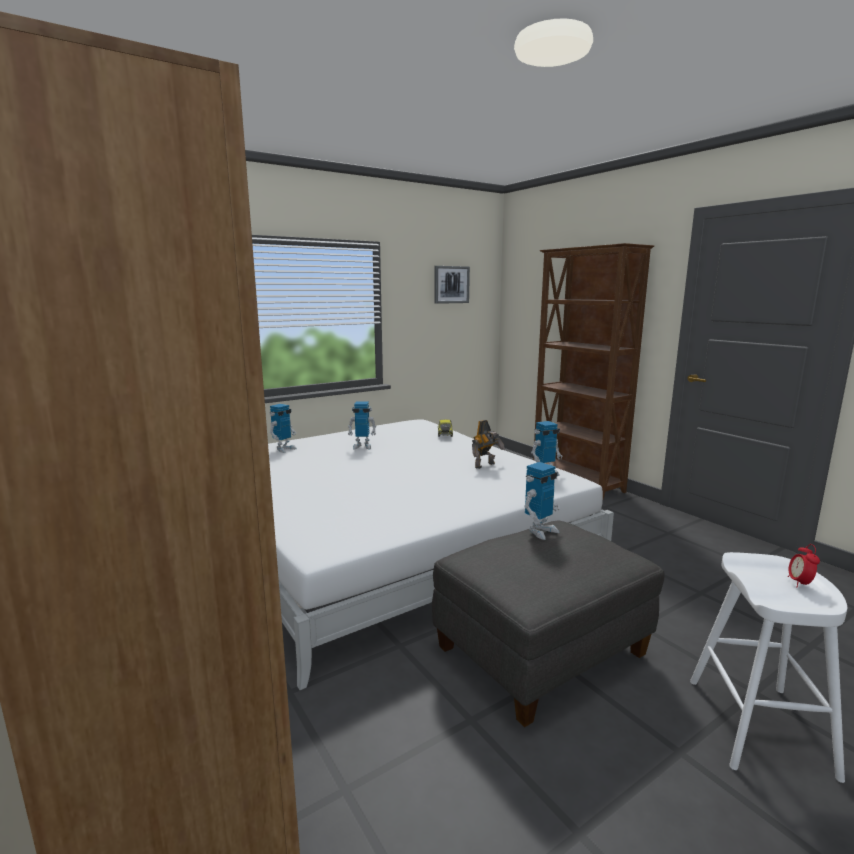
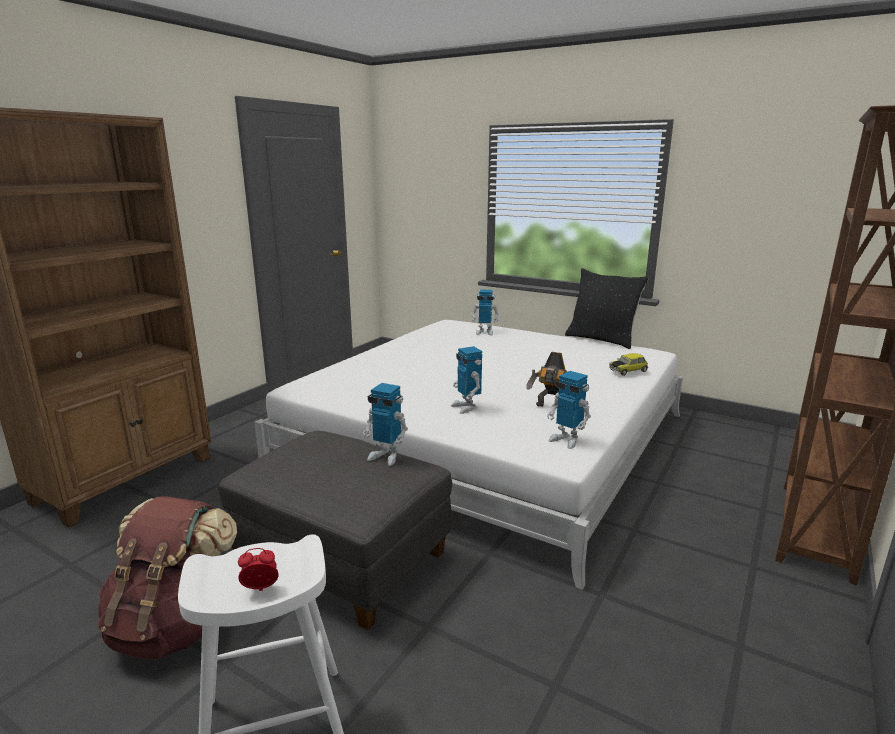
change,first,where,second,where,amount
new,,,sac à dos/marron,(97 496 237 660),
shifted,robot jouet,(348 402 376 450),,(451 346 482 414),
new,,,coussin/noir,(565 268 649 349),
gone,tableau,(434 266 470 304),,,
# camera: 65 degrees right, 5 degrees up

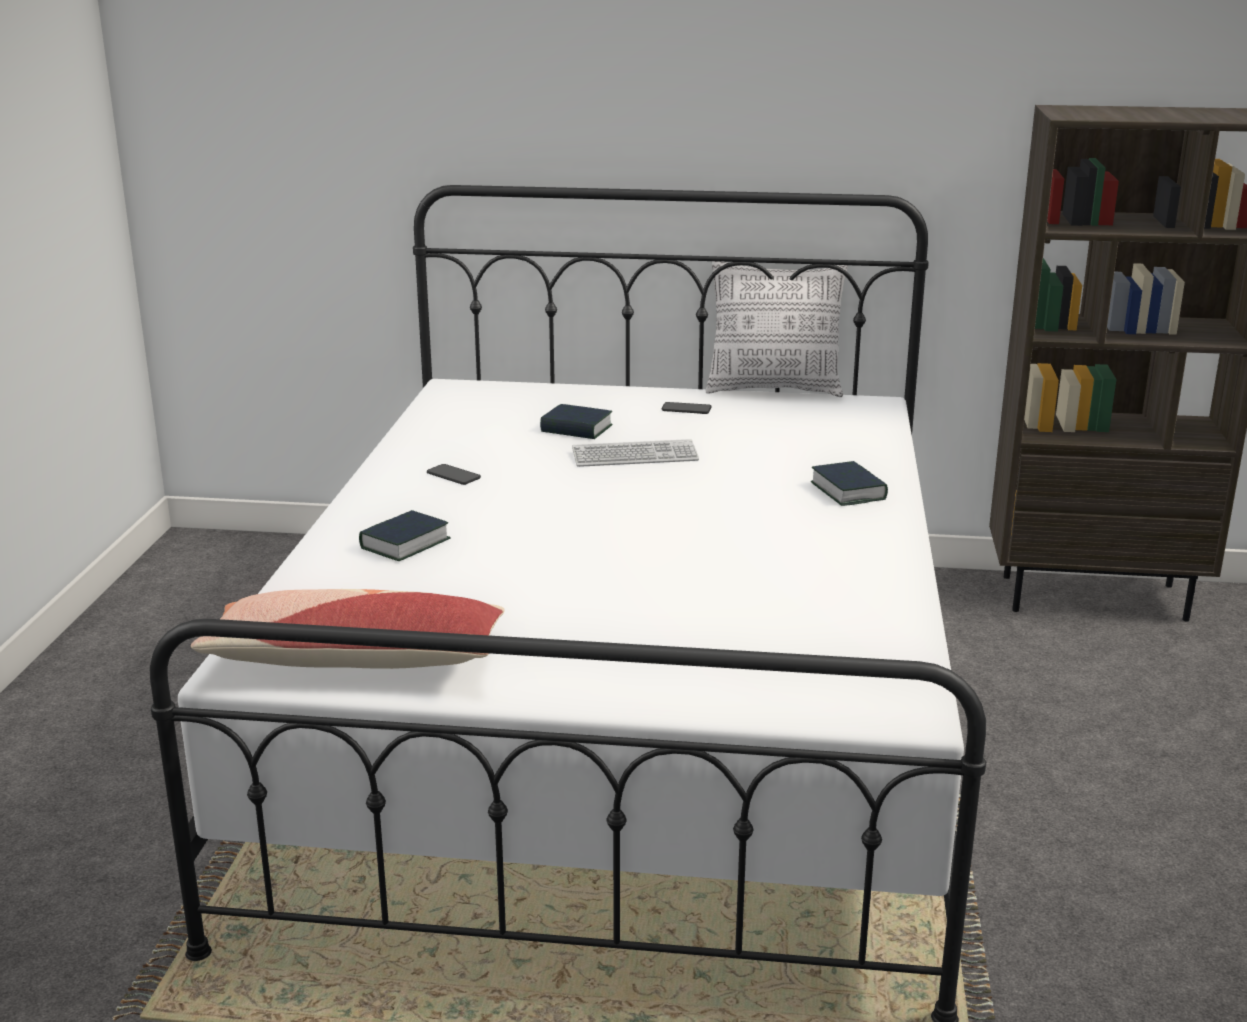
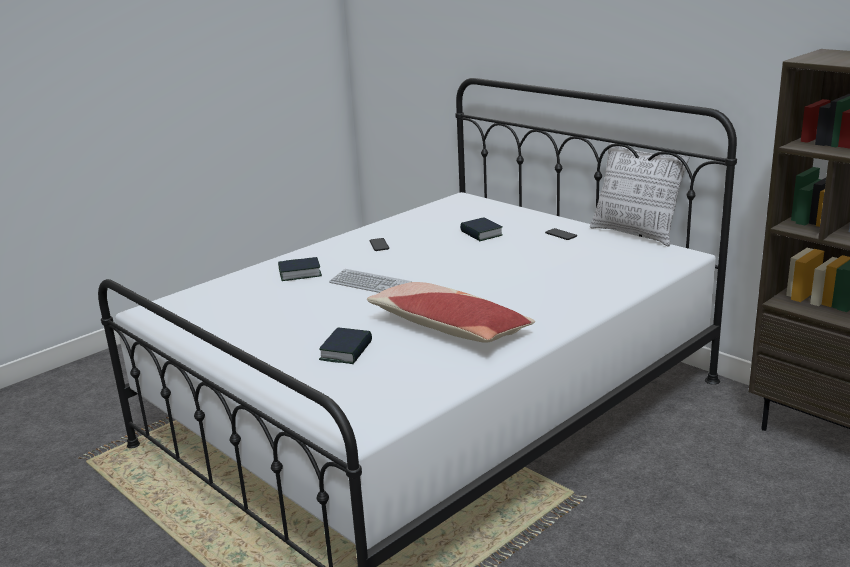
change,first,where,second,where,amount
shifted,livre,(811 461 888 506),,(319 328 372 364),
shifted,clavier,(572 439 699 467),,(329 269 412 293),
shifted,coussin,(191 589 505 669),,(367 282 535 343),
# camera: 40 degrees right, 0 degrees up

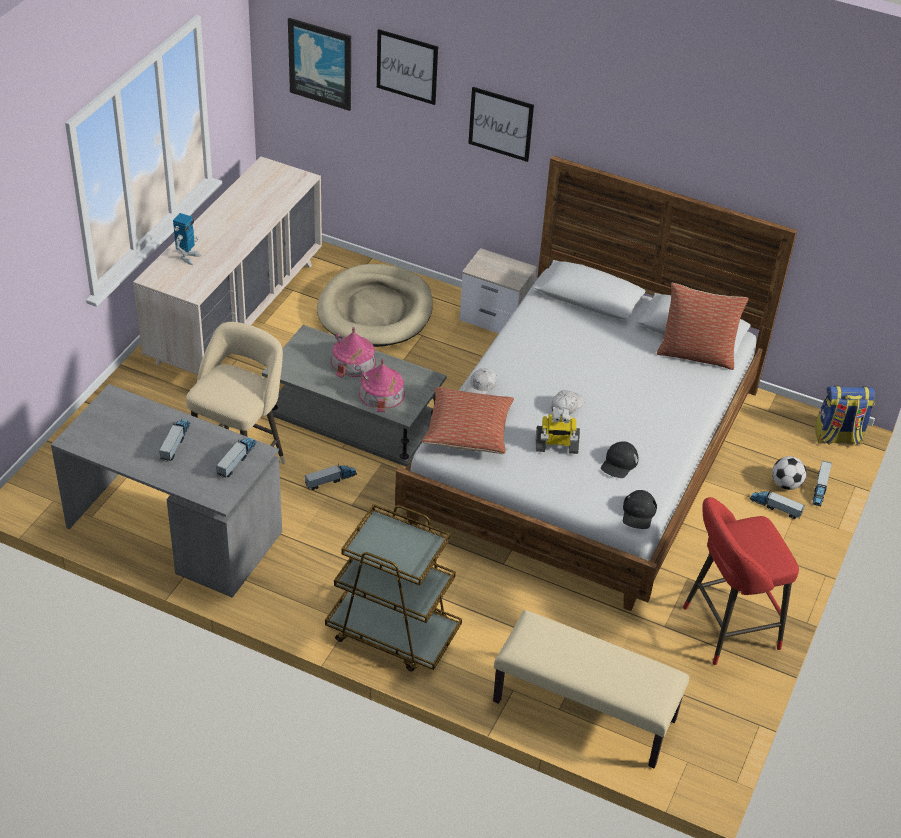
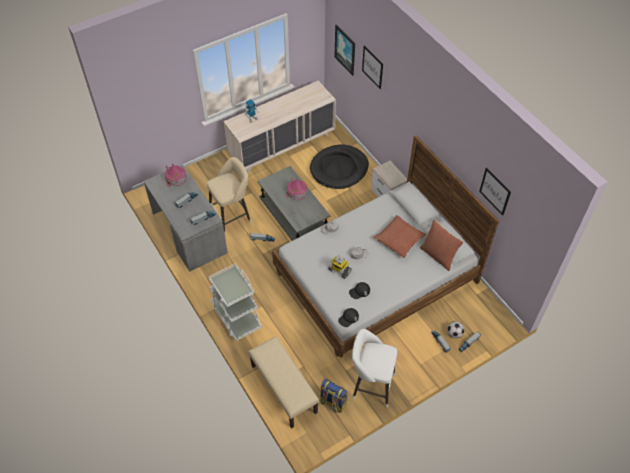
change,first,where,second,where,amount
shifted,maison miniature,(359 359 405 412),,(165 163 187 187),
repainted,chariot/marron,(325 504 462 671),chariot/blanc,(209 264 262 341),
repainted,panier pour chien/beige,(317 264 433 347),panier pour chien/noir,(310 145 369 189),
shifted,sac à dos,(815 386 876 446),,(320 379 348 413),
repainted,tabouret/rouge,(683 497 799 665),tabouret/blanc,(352 329 397 407),
shifted,coussin,(422 387 514 454),,(373 215 426 258),
shifted,tableau,(468 87 534 162),,(479 168 511 216),
# camera: 35 degrees right, 10 degrees up

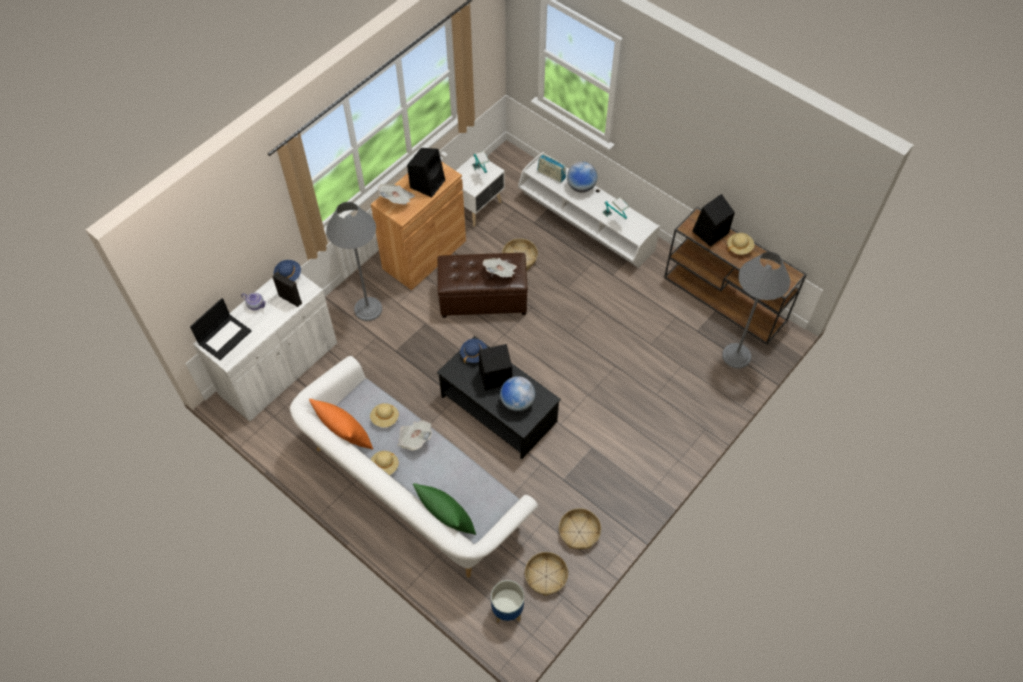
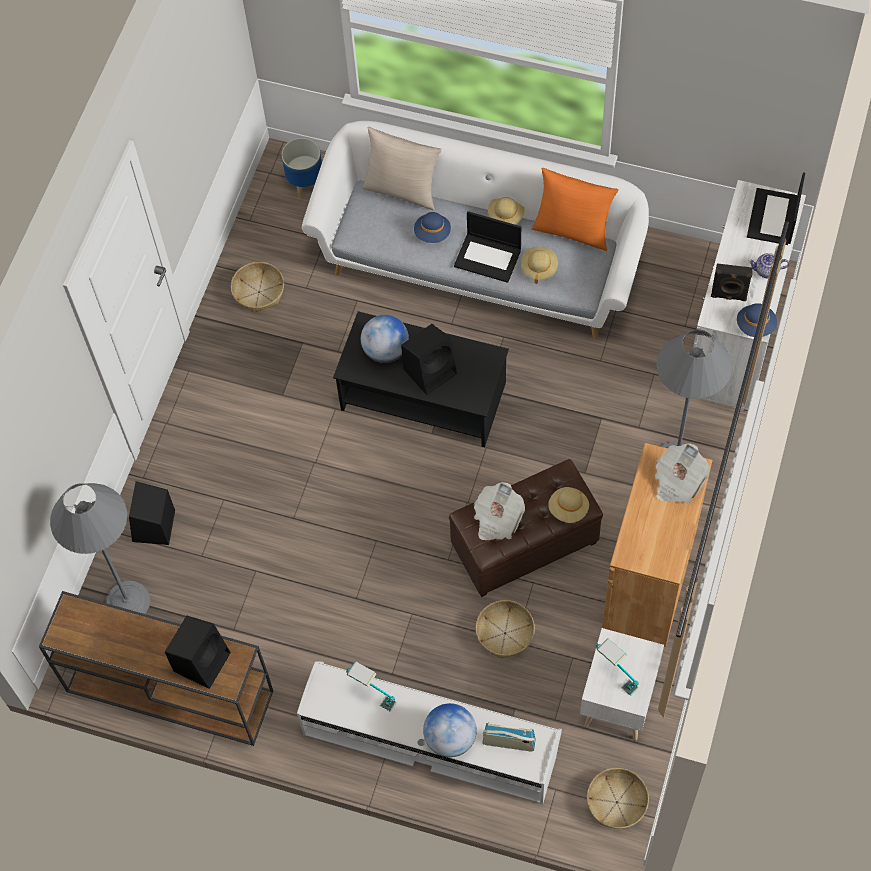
change,first,where,second,where,amount
shifted,enceinte/noir,(407 148 445 197),,(129 481 175 545),
repainted,coussin/vert,(413 483 476 535),coussin/beige,(362 127 442 211),
shifted,chapeau/bleu,(460 339 487 363),,(414 212 451 243),
swapped,journal,(397 420 432 450),ordinateur portable,(454 211 521 283),
shifted,chapeau/beige,(727 233 754 255),,(548 487 589 523),
shifted,panier,(525 552 568 596),,(587 768 649 829),
# camera: 160 degrees right, 5 degrees up

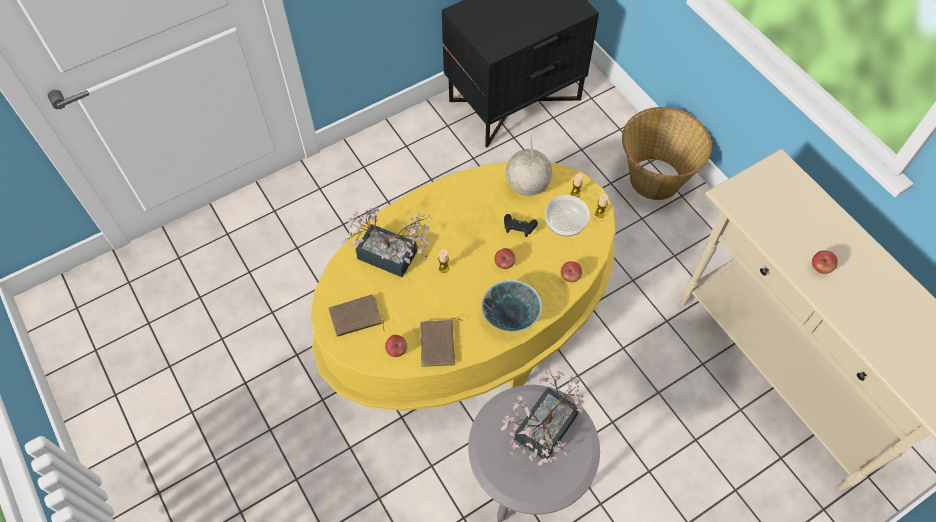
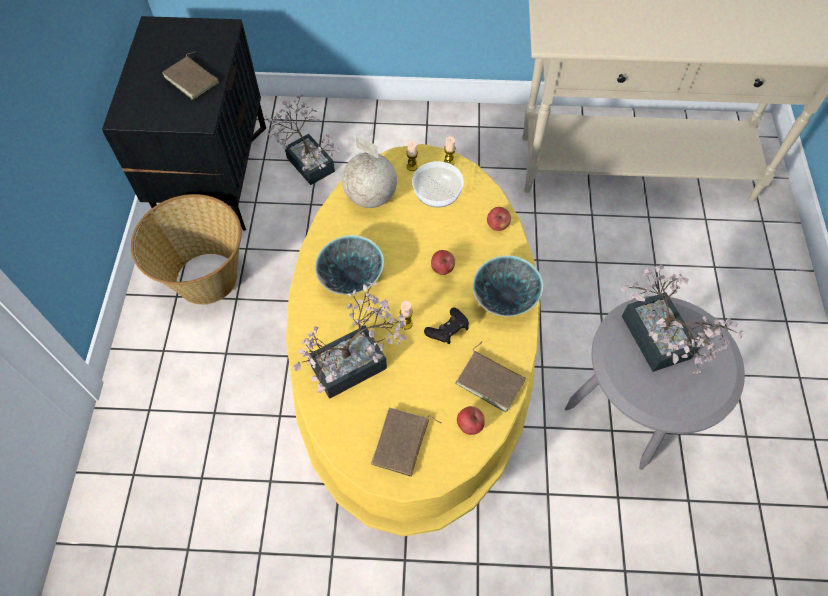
change,first,where,second,where,amount
shifted,panier,(622 107 712 200),,(131 194 242 305),
new,,,livre/marron,(162 51 219 100),
new,,,plante en pot,(264 95 341 185),
new,,,bol,(315 235 384 295),
shifted,manette/noir,(504 214 538 237),,(424 308 469 344),
gone,pomme,(812 250 837 274),,,
# camera: 55 degrees left, 0 degrees up

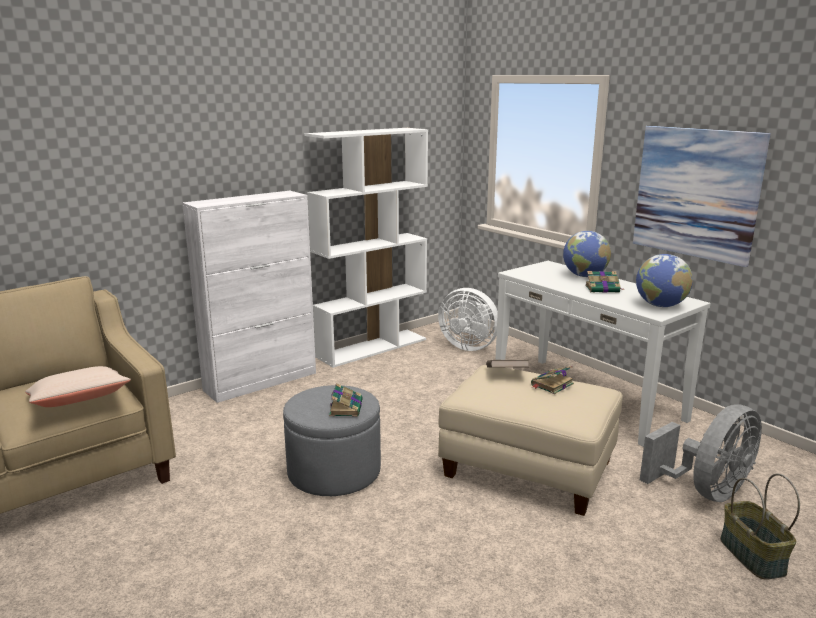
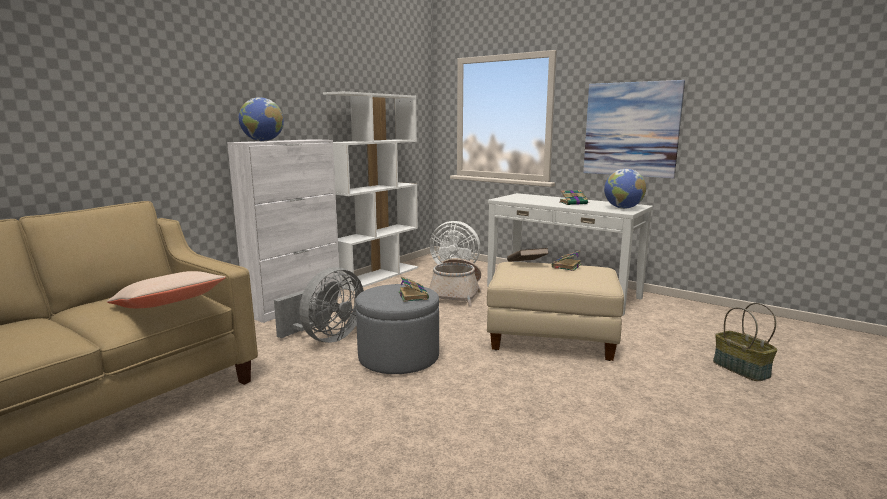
change,first,where,second,where,amount
shifted,globe,(563 231 611 277),,(239 97 284 141),
shifted,ventilateur/gris,(640 404 762 502),,(274 267 364 343),
new,,,panier,(429 258 481 306),
# camera: 15 degrees left, 5 degrees down

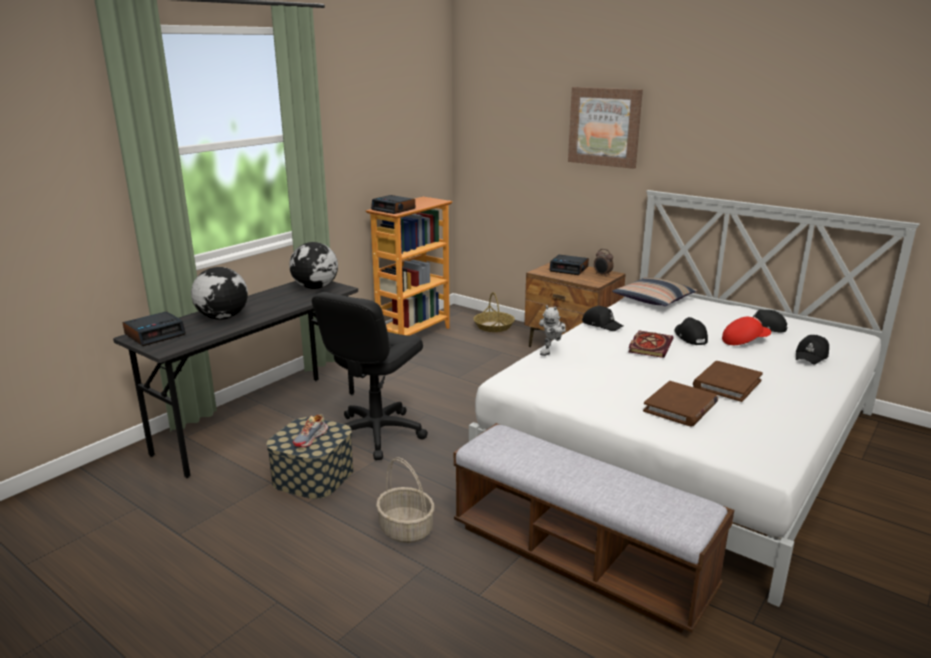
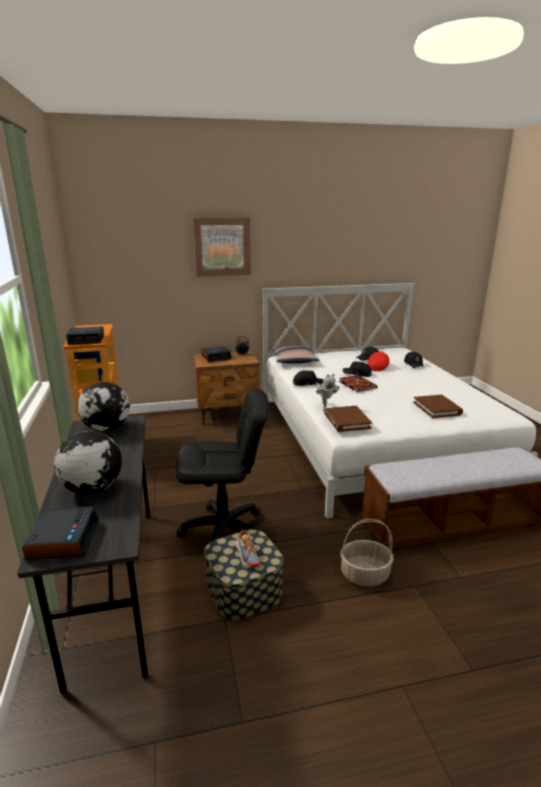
change,first,where,second,where,amount
rotated,chaise de bureau/noir,(312 292 428 460),,(176 389 269 542),75 degrees counterclockwise
shifted,livre/marron,(693 361 763 402),,(324 406 372 432),
gone,panier,(473 292 515 332),,,
# camera: 50 degrees left, 0 degrees up

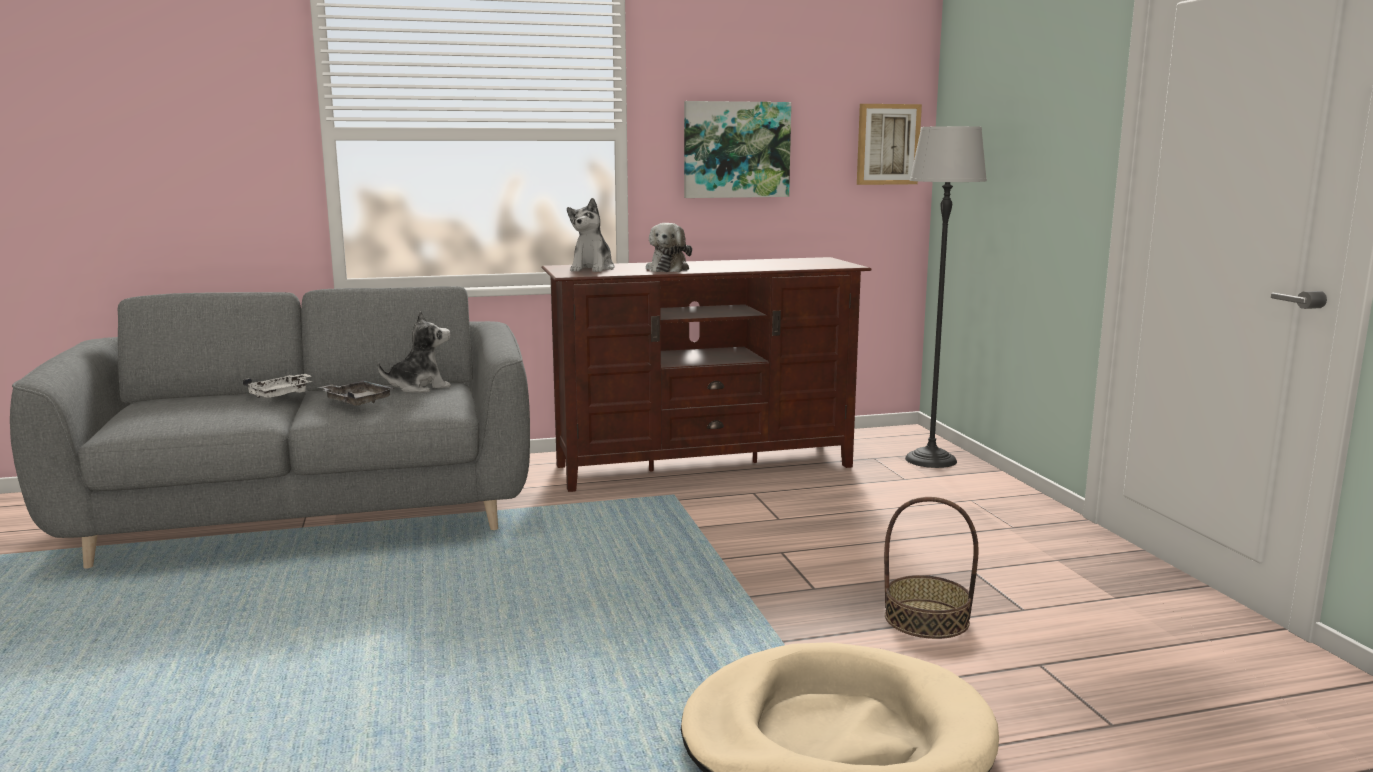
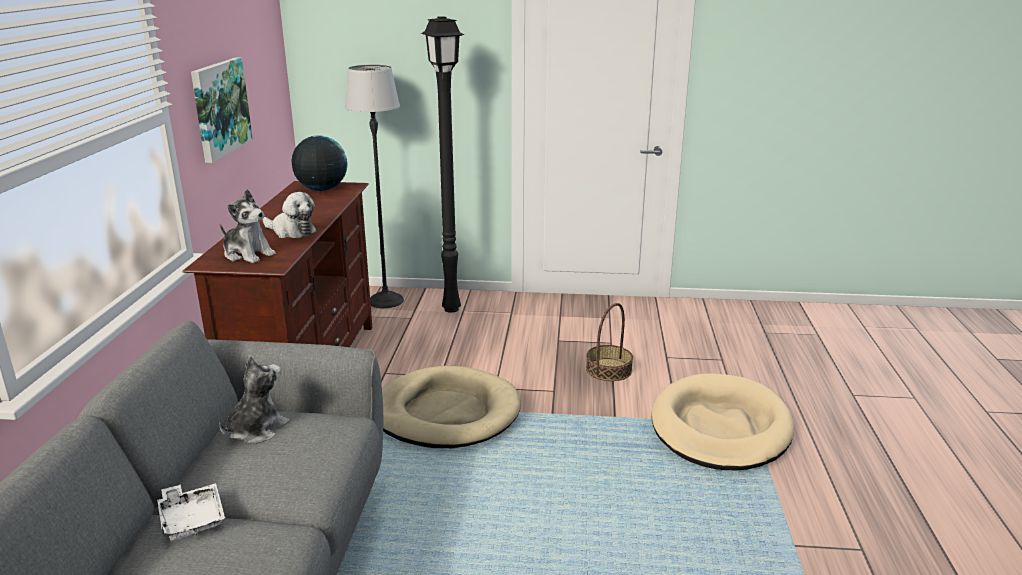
change,first,where,second,where,amount
rotated,peluche,(377 311 451 393),,(219 356 290 444),45 degrees clockwise
new,,,globe,(292 136 347 191),
new,,,panier pour chien/beige,(382 366 520 448),
new,,,lampadaire/noir,(421 16 464 313),
gone,plateau/gris,(318 380 395 406),,,
gone,tableau,(857 104 922 185),,,
# camera: 70 degrees left, 10 degrees up

